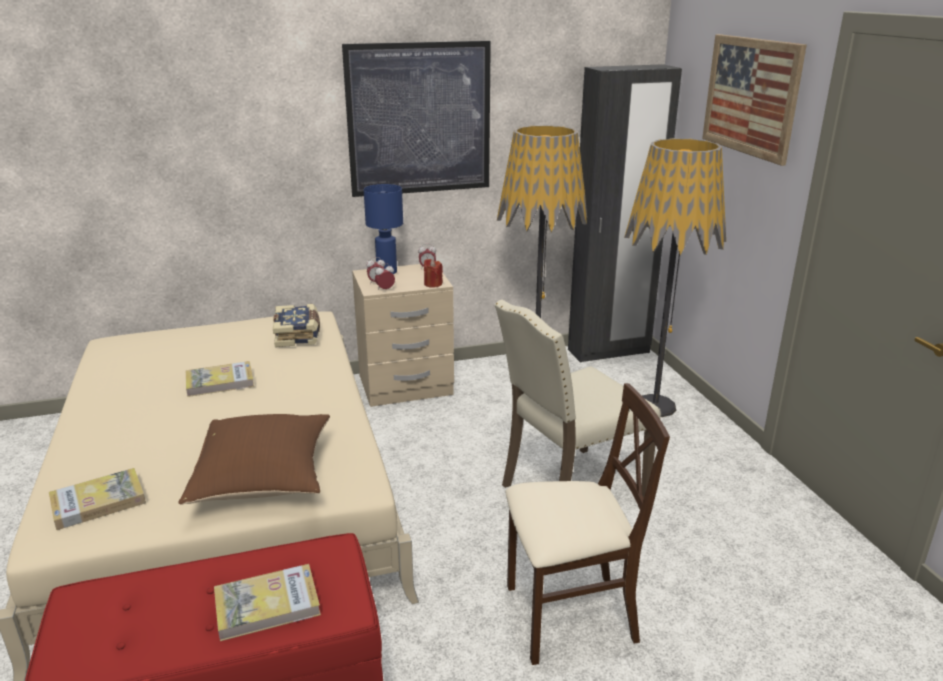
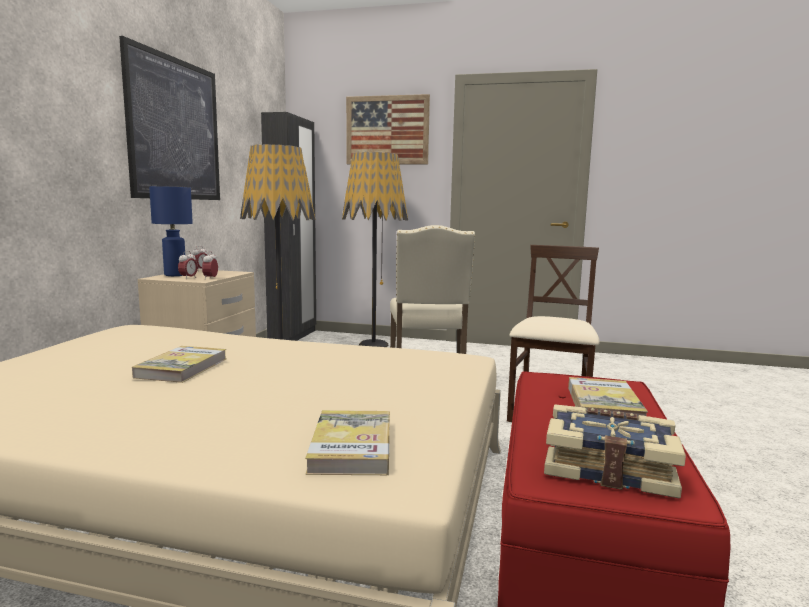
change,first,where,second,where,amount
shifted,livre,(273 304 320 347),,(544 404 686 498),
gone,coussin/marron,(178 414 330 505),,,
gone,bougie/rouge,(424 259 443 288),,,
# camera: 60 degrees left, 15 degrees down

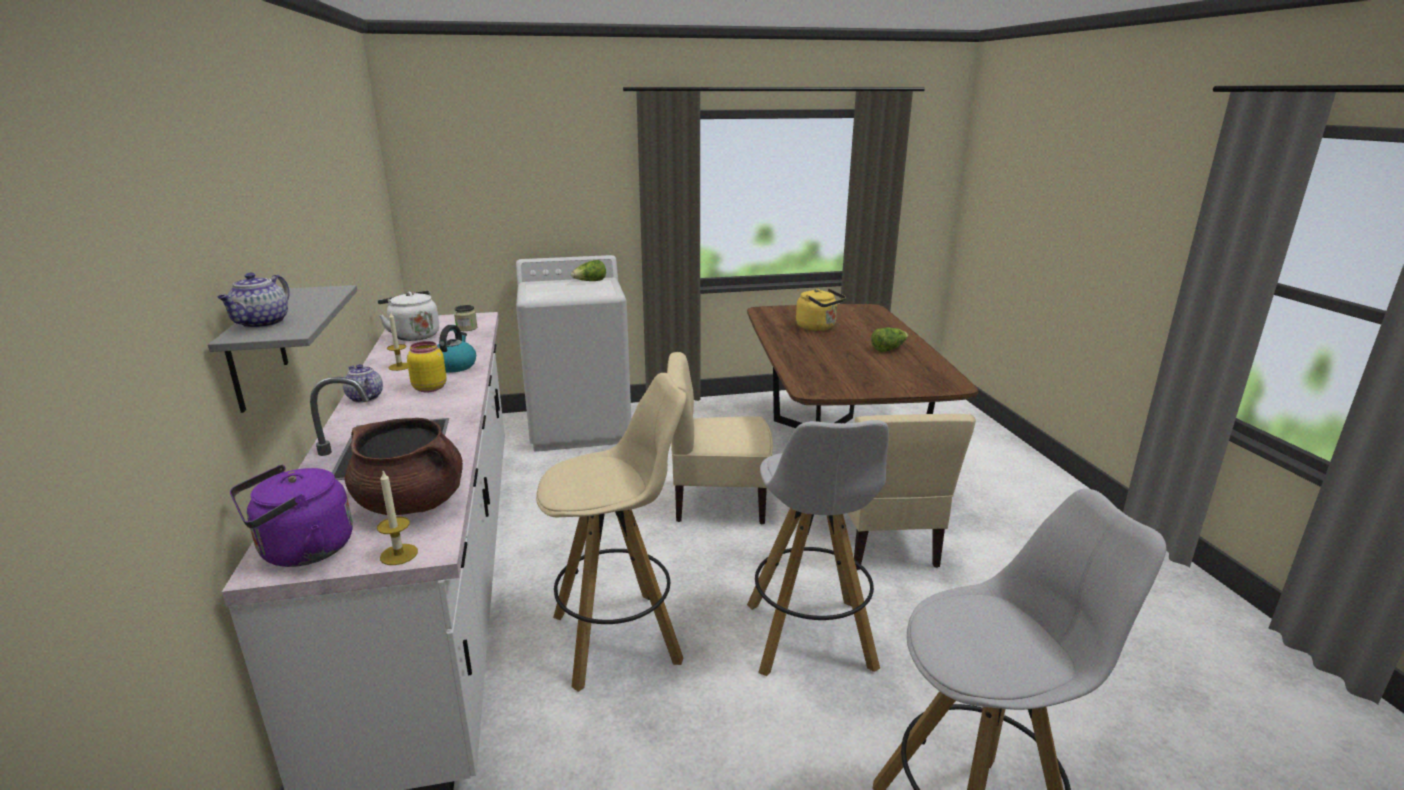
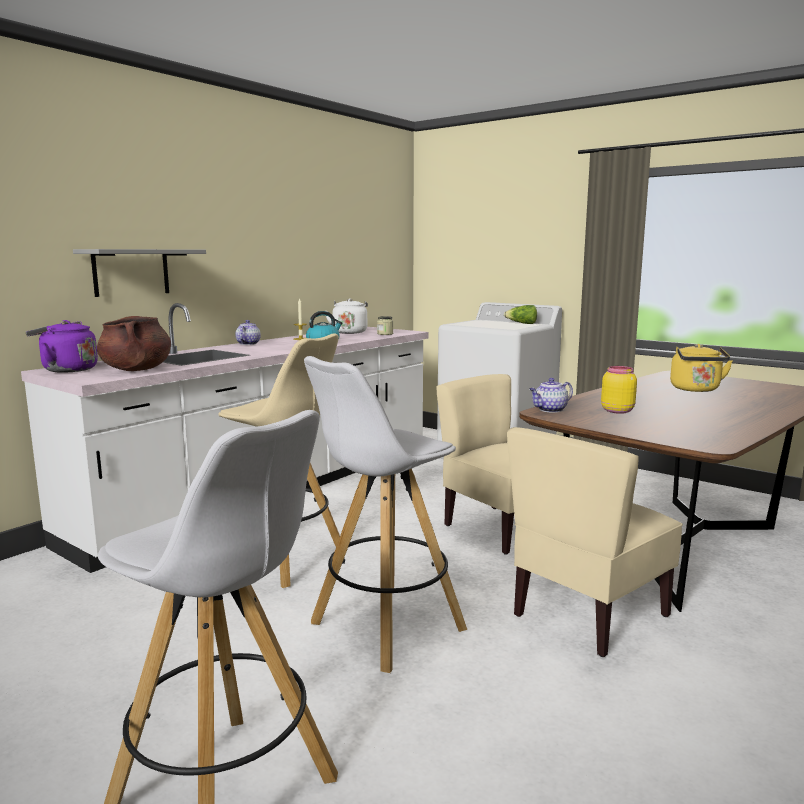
change,first,where,second,where,amount
shifted,théière,(217 273 290 328),,(530 378 573 413),
shifted,bocal/jaune,(407 341 447 392),,(601 366 637 414),
gone,bougie,(377 471 418 565),,,
gone,laitue,(871 327 908 352),,,
# camera: 50 degrees right, 10 degrees down

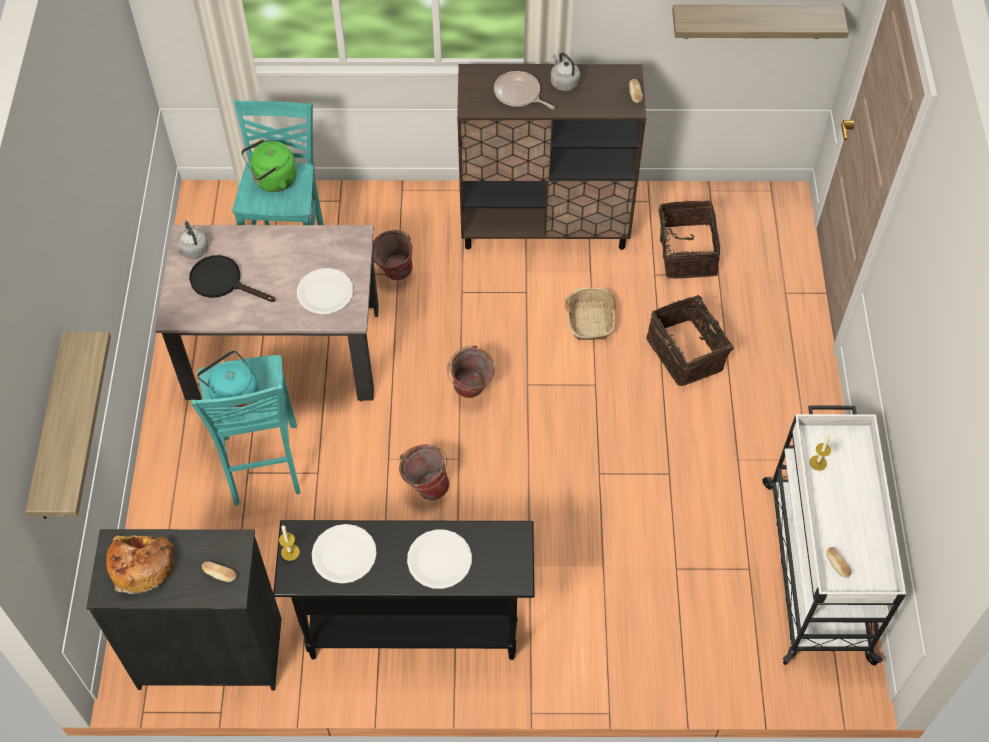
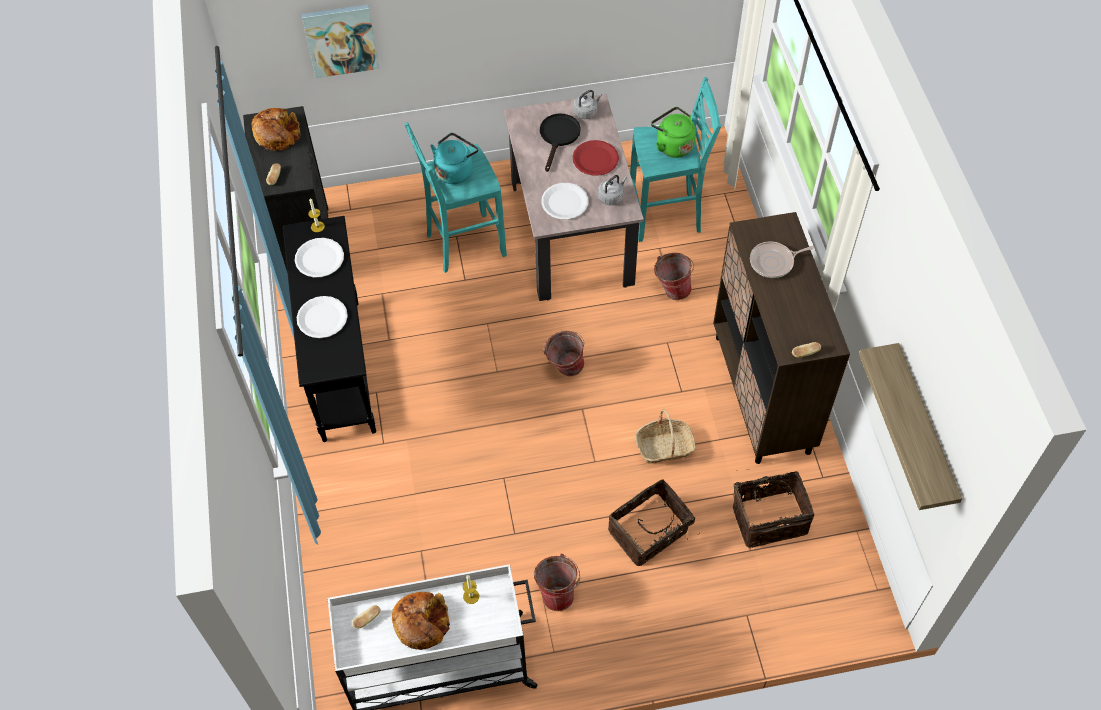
change,first,where,second,where,amount
swapped,étagère,(25 331 111 519),tableau,(302 5 379 78),
new,,,pain,(392 592 450 650),
shifted,seau,(399 445 450 500),,(534 554 580 611),
new,,,assiette/rouge,(573 140 619 176),
shifted,bouilloire/gris,(550 53 580 91),,(598 175 627 205),
rotated,poêle,(494 71 555 109),,(750 242 814 278),135 degrees counterclockwise
# camera: 80 degrees right, 0 degrees up

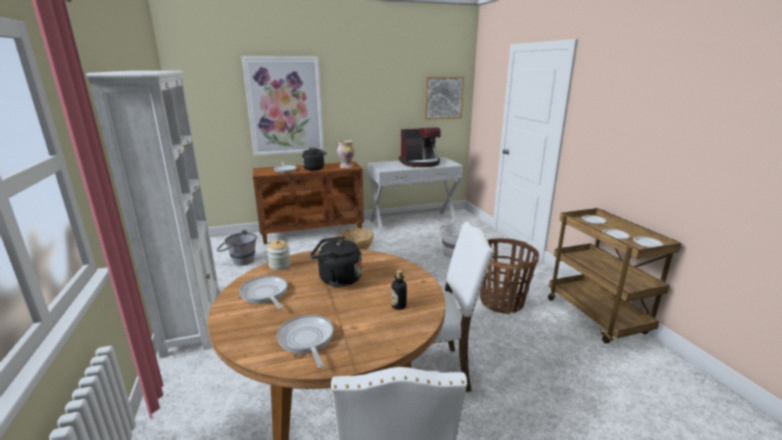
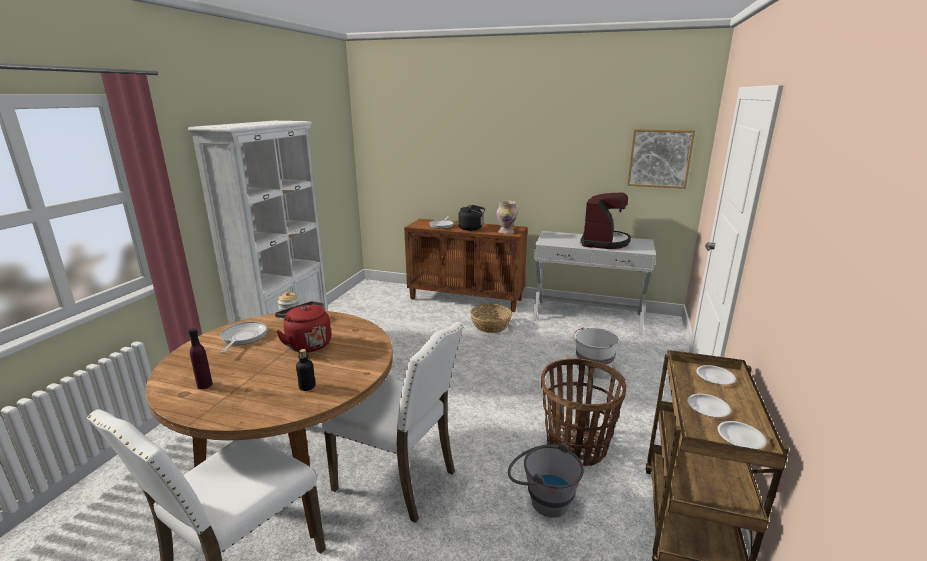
change,first,where,second,where,amount
swapped,poêle,(277 315 334 368),bouteille/violet,(189 328 213 389),
repainted,bouilloire/noir,(310 236 362 287),bouilloire/rouge,(275 301 331 353),
shifted,seau/gris,(217 230 257 266),,(508 442 584 518),
rotated,machine à café,(399 127 441 167),,(580 192 631 249),90 degrees counterclockwise
gone,tableau,(241 56 324 156),,,
# camera: 35 degrees right, 0 degrees up

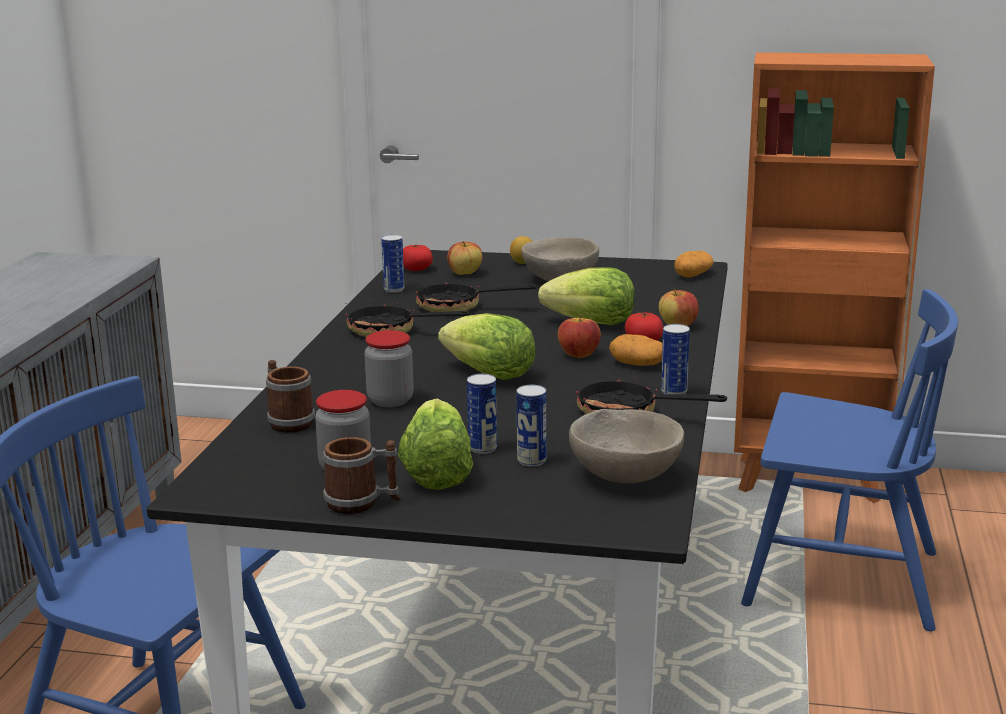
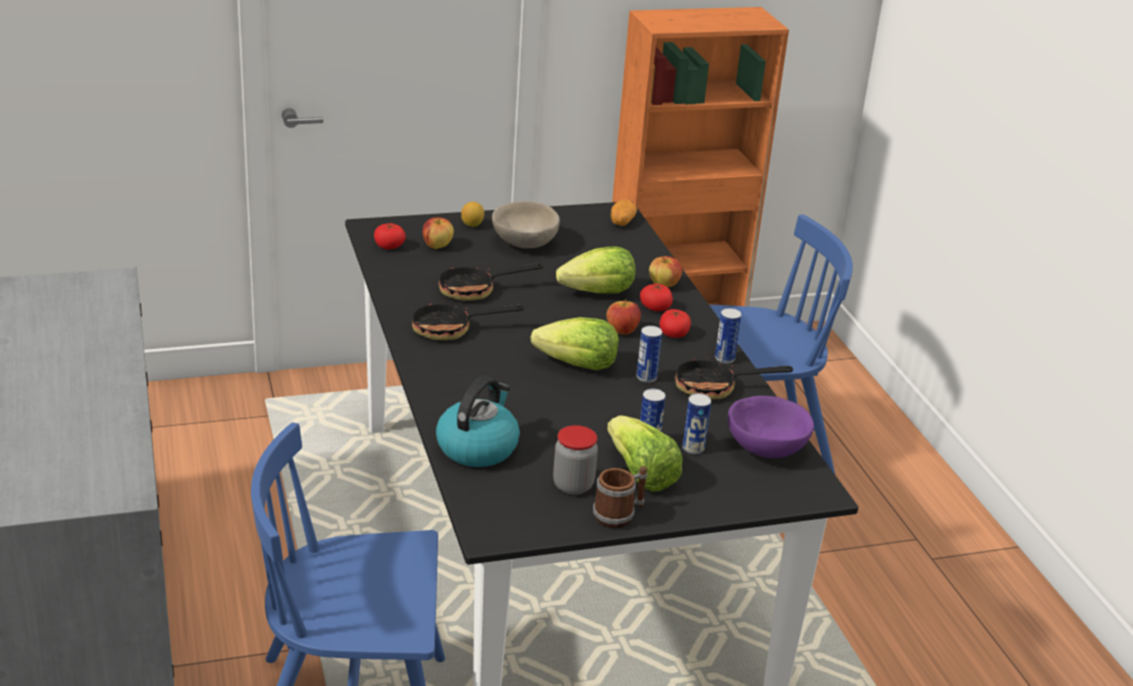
change,first,where,second,where,amount
swapped,mug,(266 360 315 433),bouilloire,(436 376 520 467),
shifted,boîte métallique,(381 234 404 293),,(636 326 662 383),
swapped,pomme de terre,(609 334 663 366),tomate,(660 309 691 338),
repainted,bol/beige,(569 409 684 483),bol/violet,(728 396 814 458),
gone,bocal,(364 330 414 407),,,
# camera: 30 degrees left, 10 degrees up

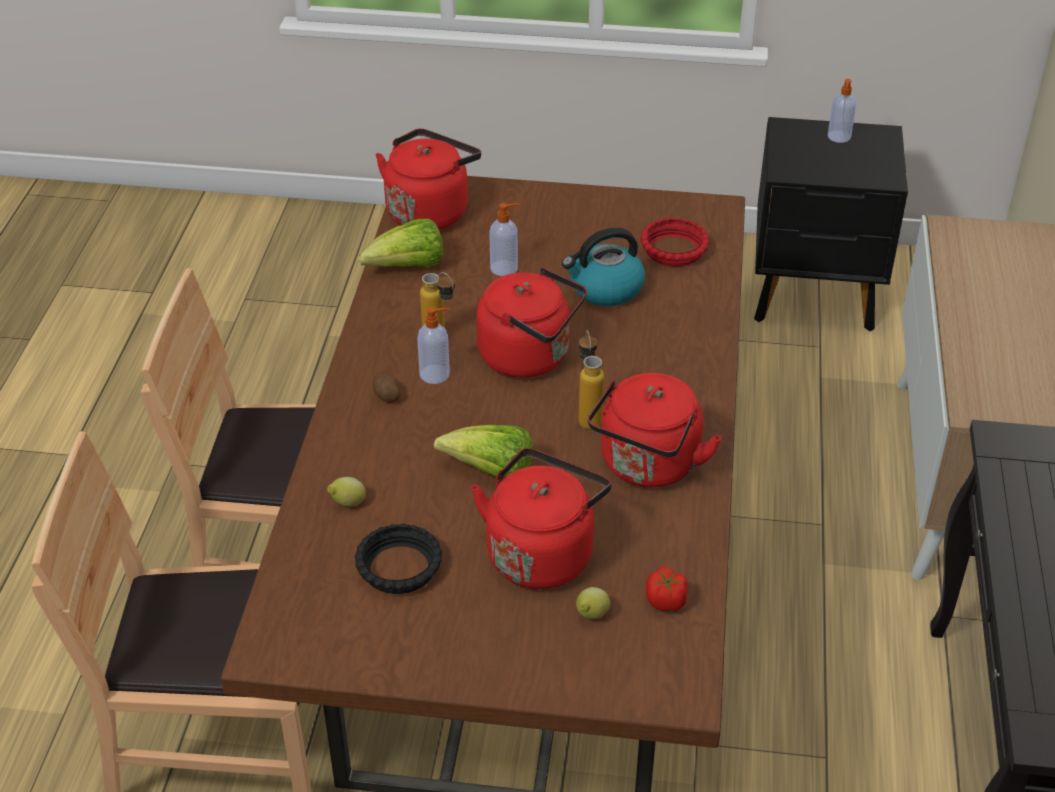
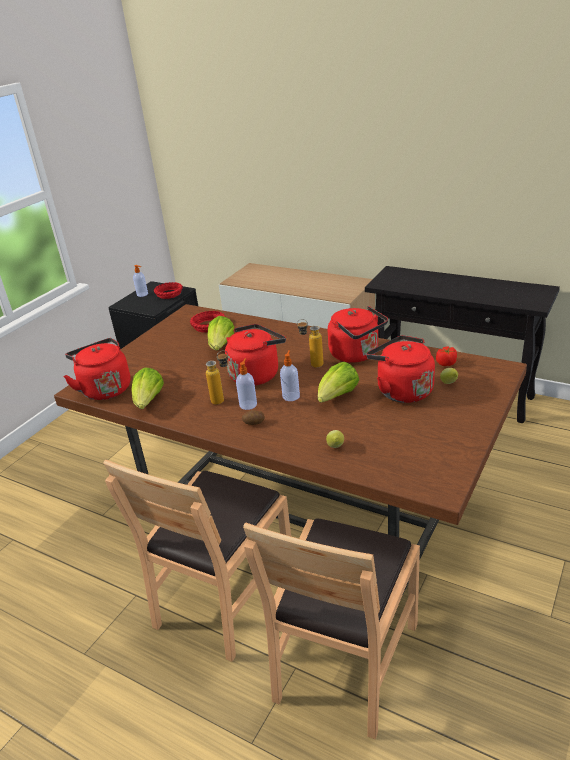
change,first,where,second,where,amount
new,,,bol/rouge,(154 282 183 299),
swapped,bouilloire,(562 228 645 306),laitue,(207 316 235 350),
shifted,distributeur de savon,(489 203 520 276),,(280 350 300 401),
gone,bol/noir,(355 524 442 594),,,
# camera: 65 degrees left, 10 degrees down

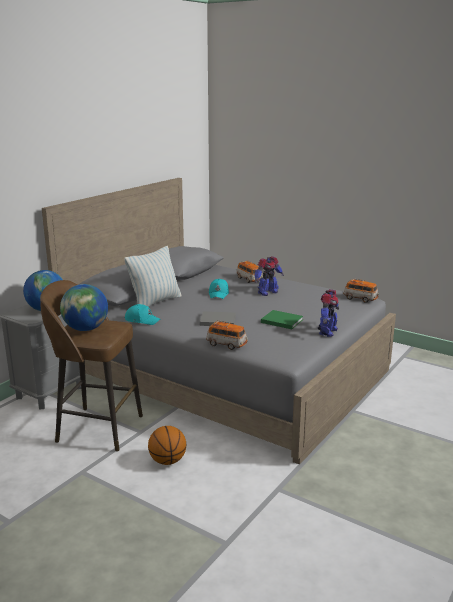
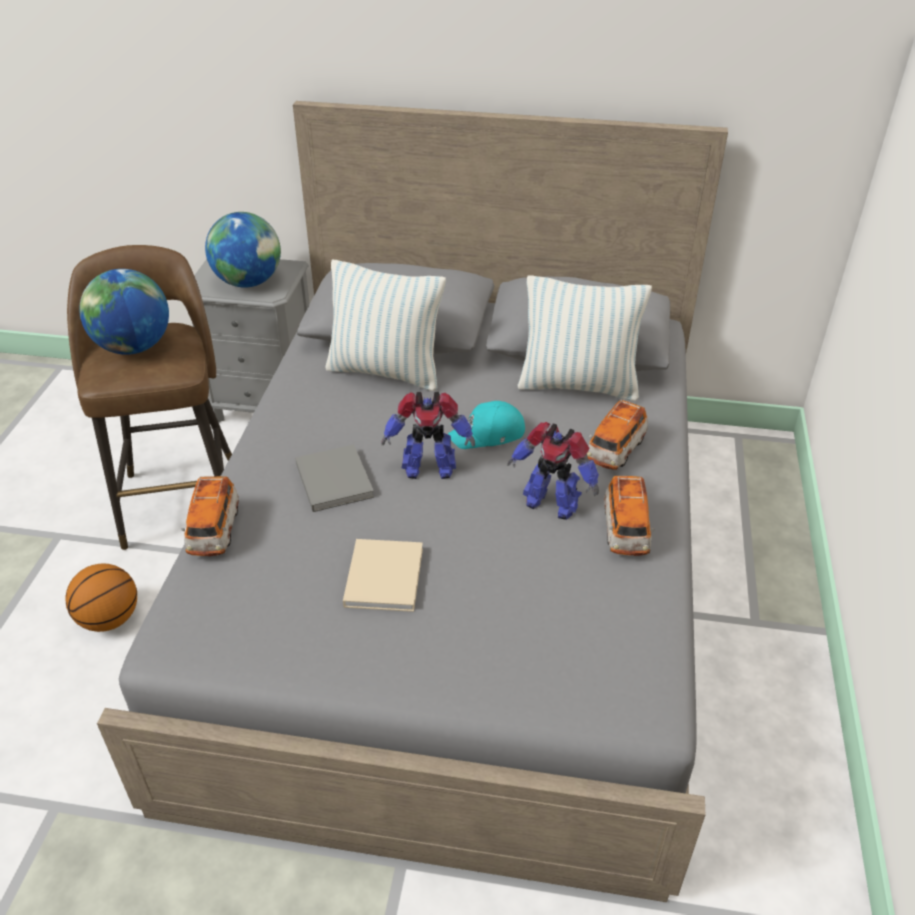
change,first,where,second,where,amount
repainted,livre/vert,(261 310 303 329),livre/beige,(343 539 423 612),
shifted,robot jouet,(318 289 339 337),,(382 392 475 479),
new,,,coussin,(517 275 652 401),
shifted,petite voiture,(343 278 379 303),,(604 476 654 556),
gone,casquette/turquoise,(125 304 160 325),,,
# camera: 65 degrees right, 20 degrees up

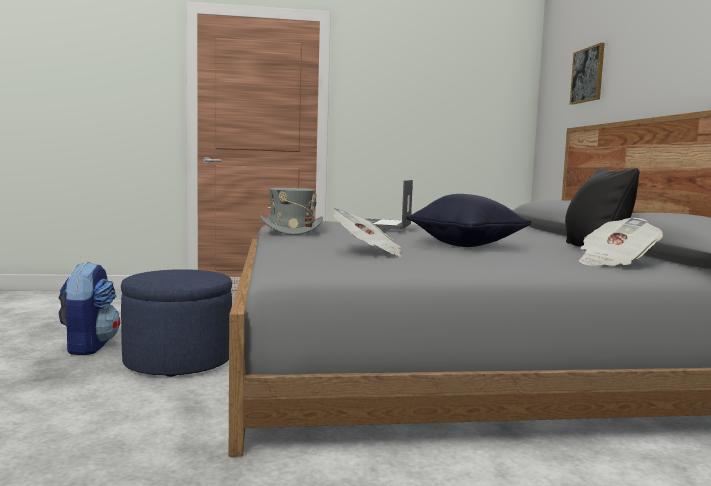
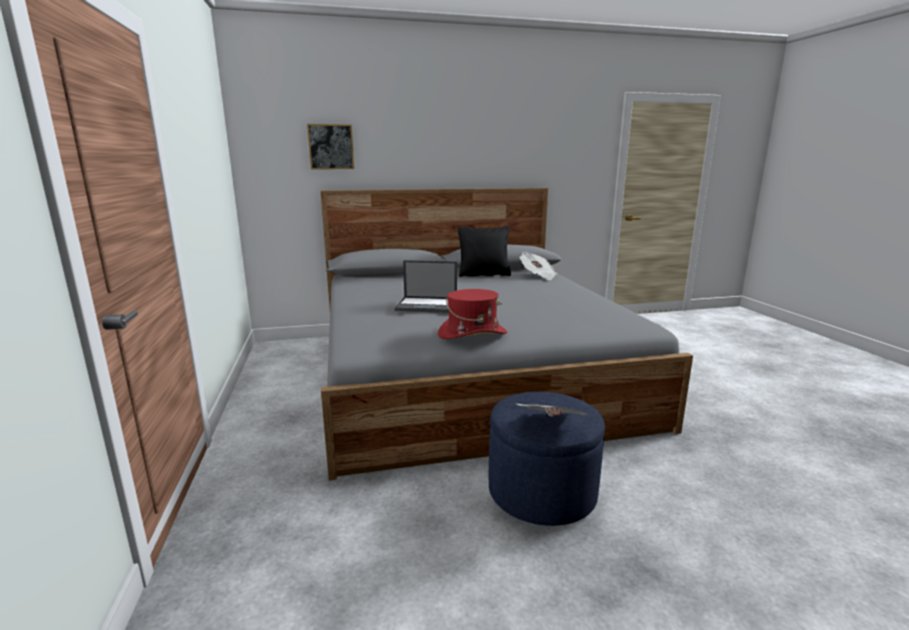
change,first,where,second,where,amount
repainted,chapeau/gris,(260 188 323 235),chapeau/rouge,(438 289 507 339),
shifted,journal,(333 208 401 257),,(517 404 588 417),
gone,sac à dos,(58 262 121 355),,,
gone,coussin/noir,(406 194 532 247),,,
# camera: 95 degrees left, 10 degrees up

